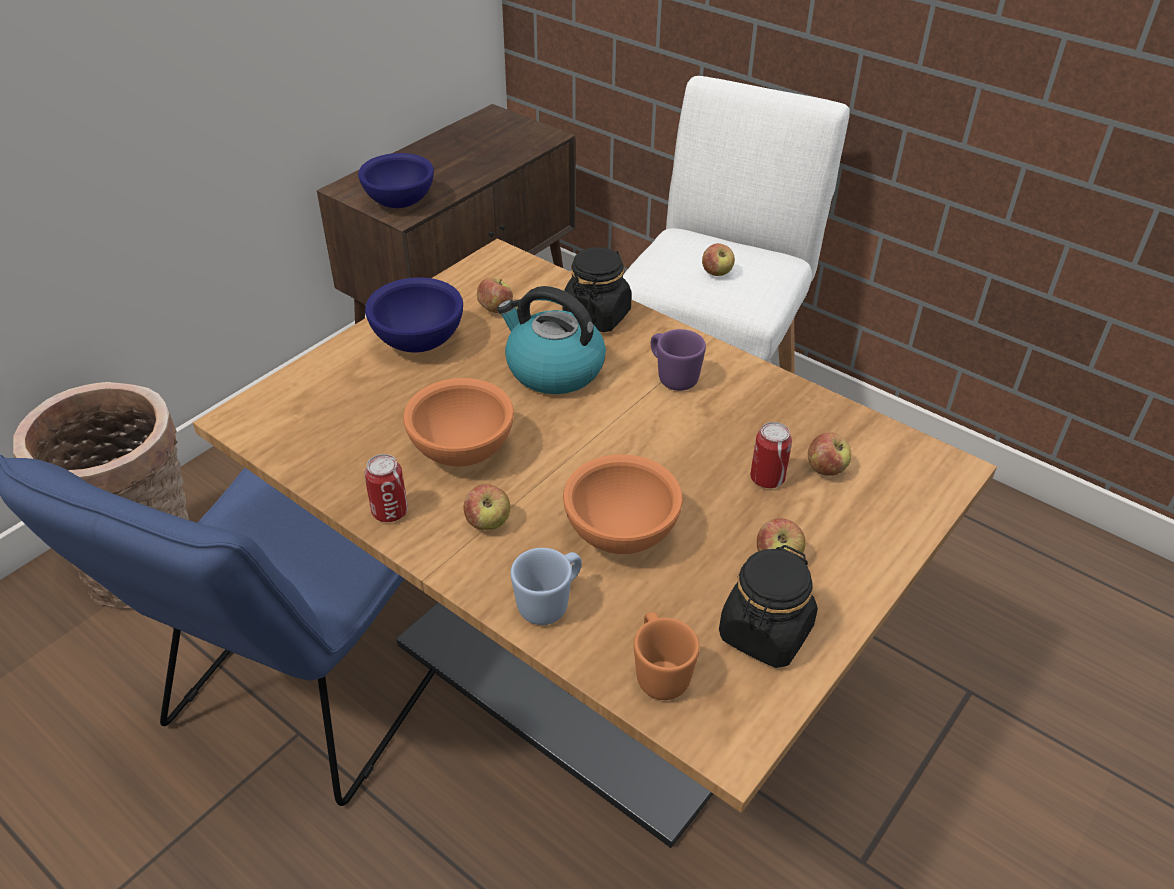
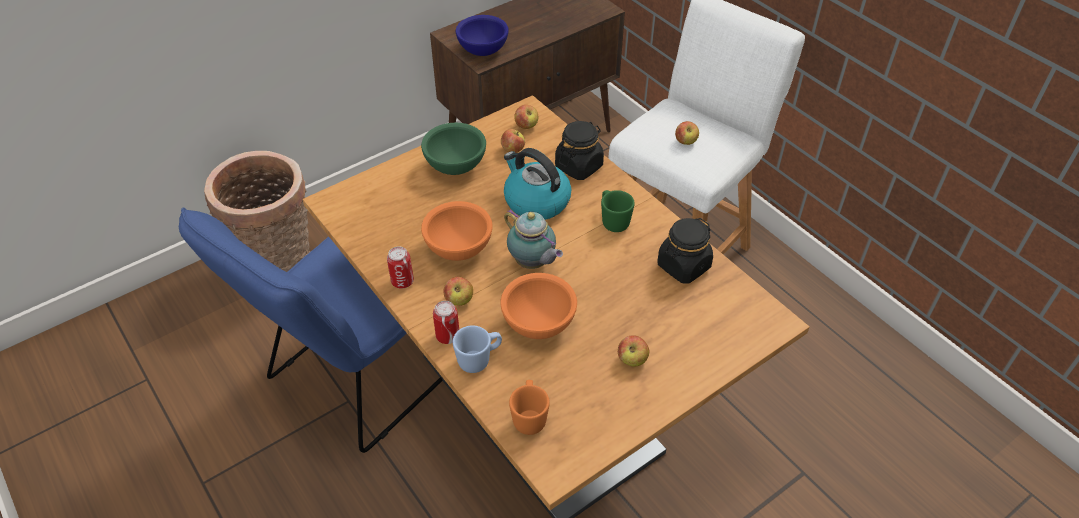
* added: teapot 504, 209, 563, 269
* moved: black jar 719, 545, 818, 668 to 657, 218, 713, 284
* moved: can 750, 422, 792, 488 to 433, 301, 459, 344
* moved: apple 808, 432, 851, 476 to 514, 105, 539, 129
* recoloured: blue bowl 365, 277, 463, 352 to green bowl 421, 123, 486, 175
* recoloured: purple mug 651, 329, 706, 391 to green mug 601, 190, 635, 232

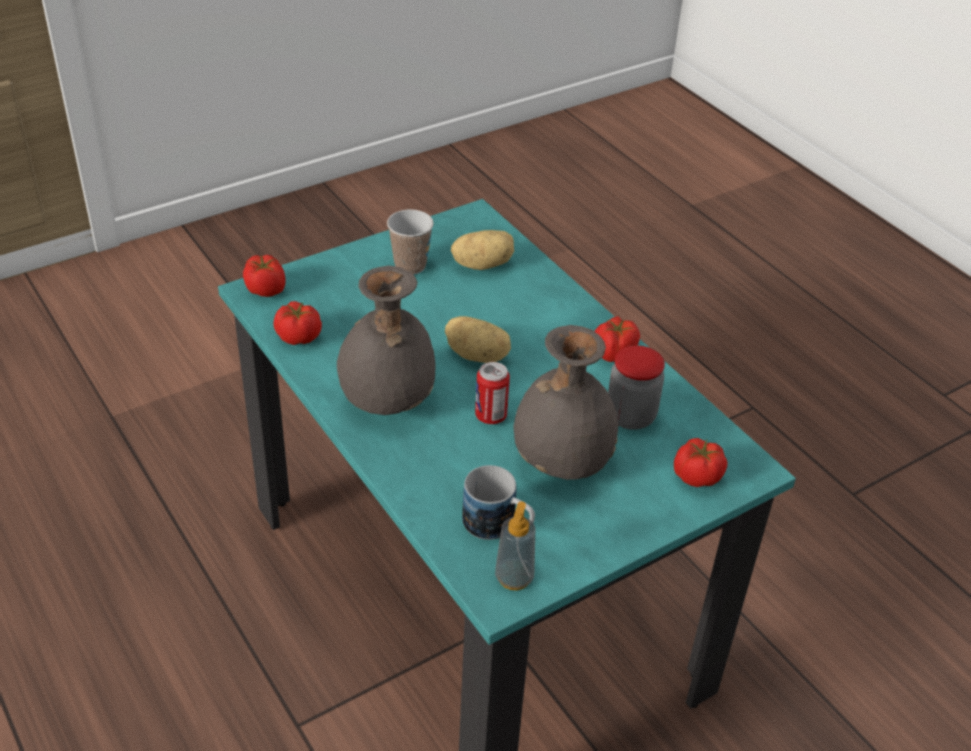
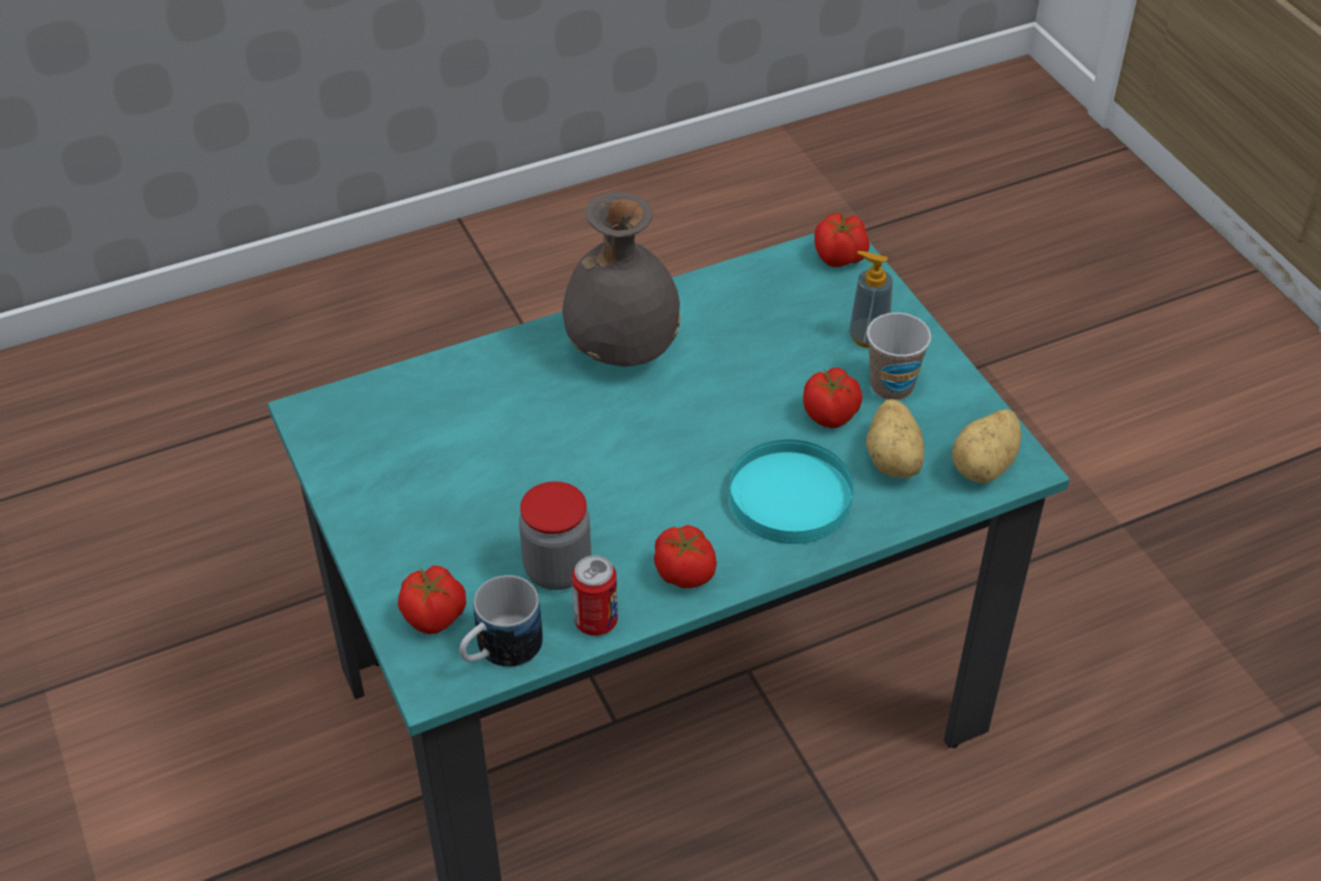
* removed: grey vase 513, 325, 618, 480
* added: turquoise plate 729, 439, 853, 544
* moved: tomato 274, 301, 322, 345 to 803, 367, 863, 429
* moved: potato 445, 316, 511, 363 to 951, 409, 1022, 483
* moved: mug 462, 465, 535, 540 to 459, 575, 543, 667
* moved: can 475, 362, 510, 424 to 572, 555, 618, 636
* moved: soap dispenser 495, 501, 536, 590 to 849, 251, 893, 348

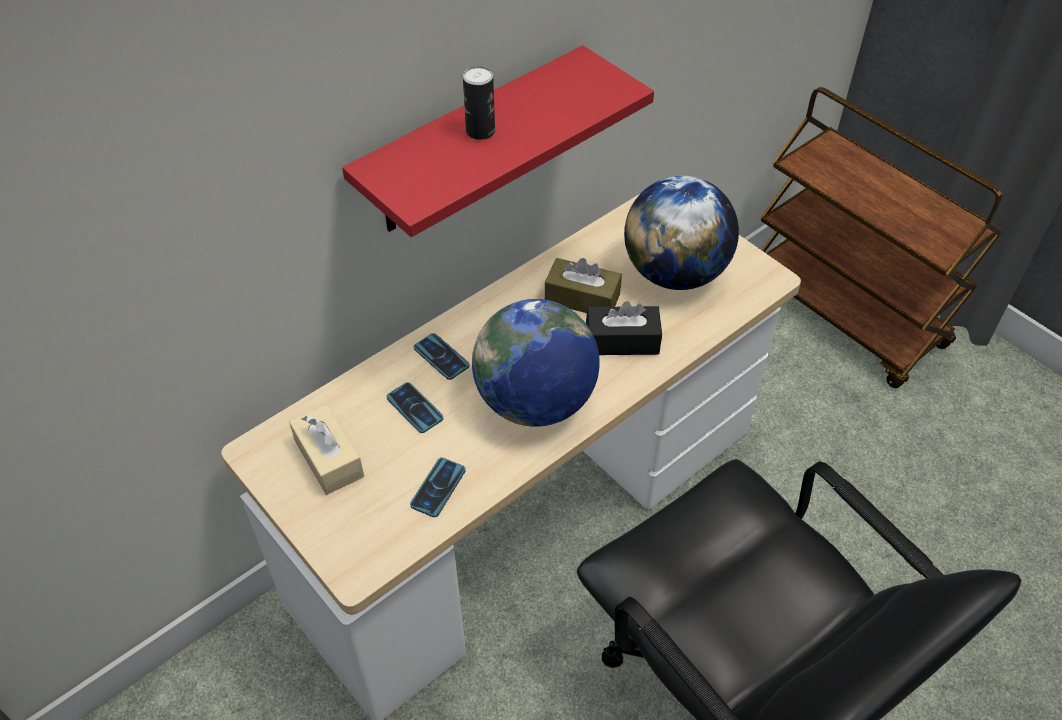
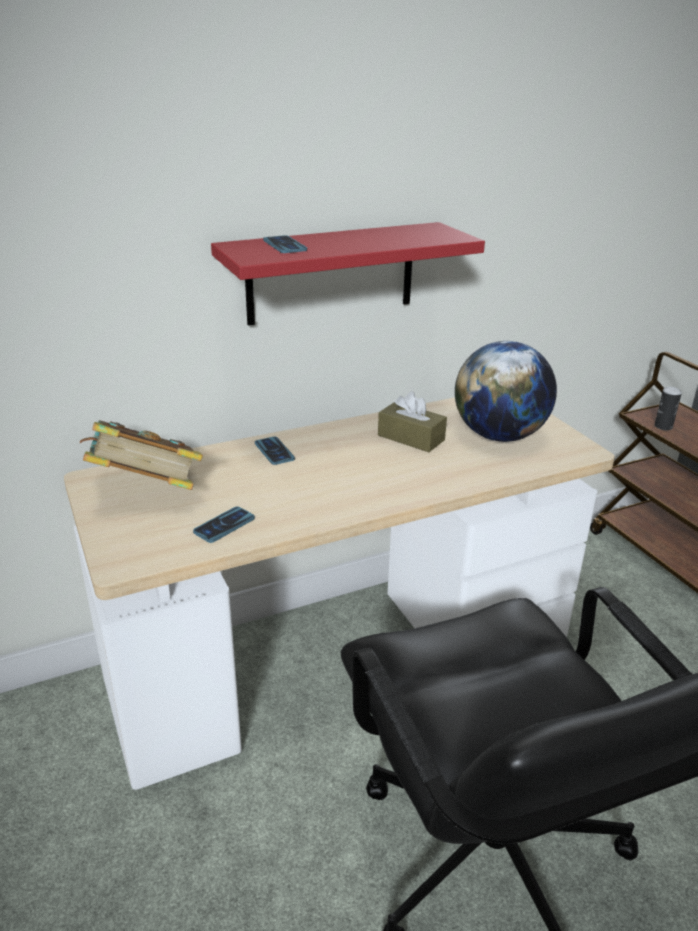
* removed: globe 472, 299, 600, 427
* removed: black tissue box 586, 301, 662, 355
* moved: phone 386, 382, 443, 433 to 263, 235, 307, 253
* moved: can 463, 66, 495, 140 to 654, 387, 682, 430
* replaced: beige tissue box 289, 404, 364, 495 to book 80, 420, 203, 490

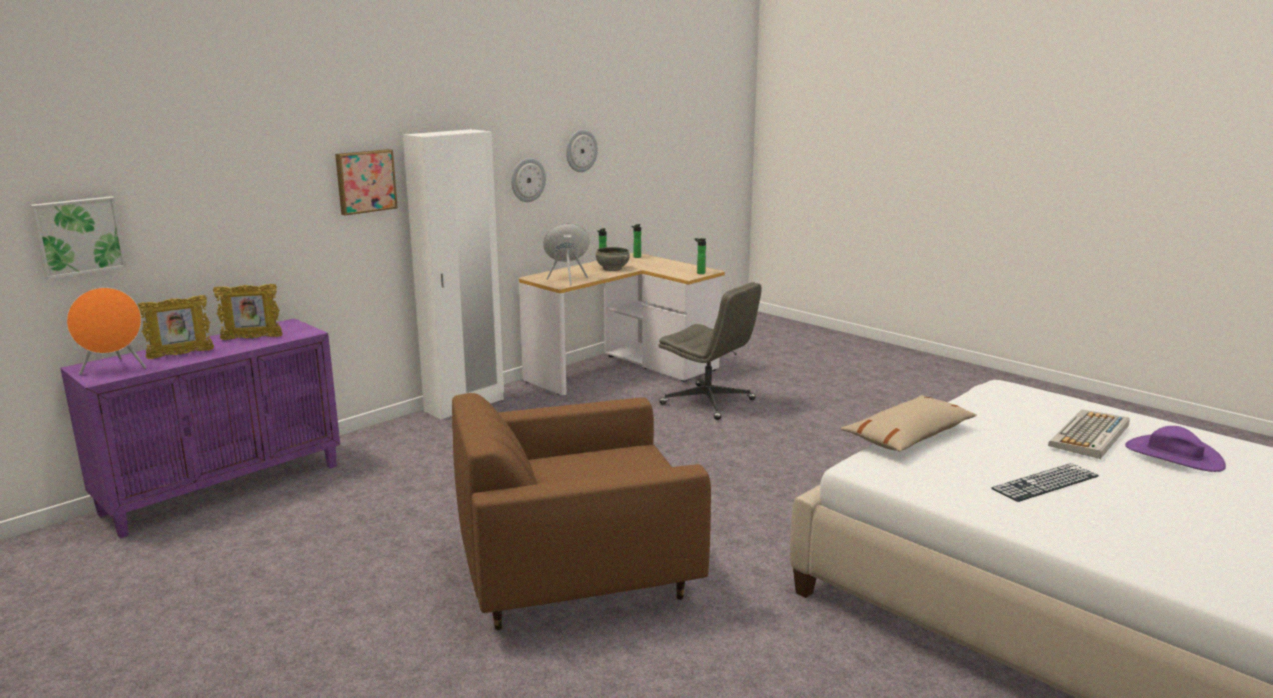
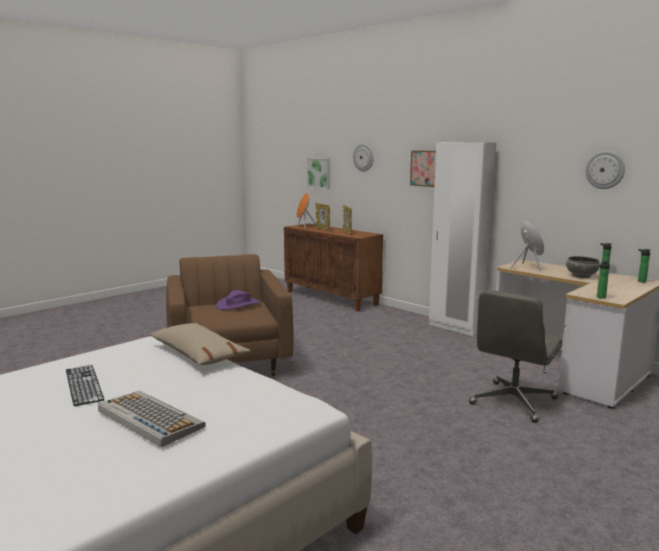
* moved: wall clock 511, 158, 546, 202 to 353, 144, 374, 172
* moved: purple hat 1125, 426, 1226, 472 to 216, 290, 261, 310
* recoloured: purple cabinet 60, 318, 340, 539 to brown cabinet 284, 224, 383, 311

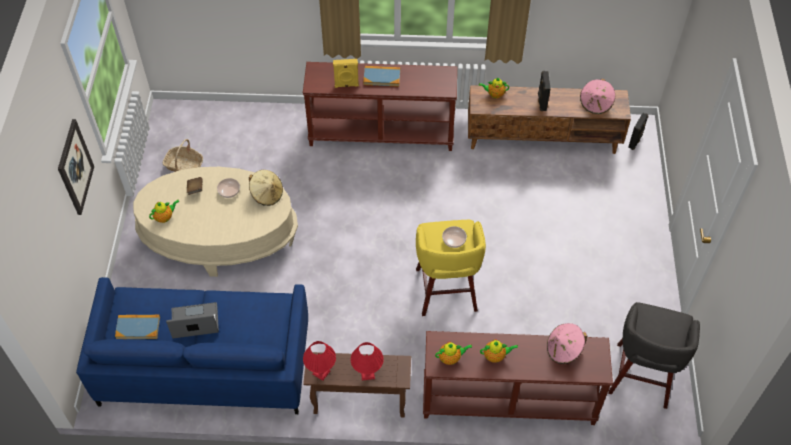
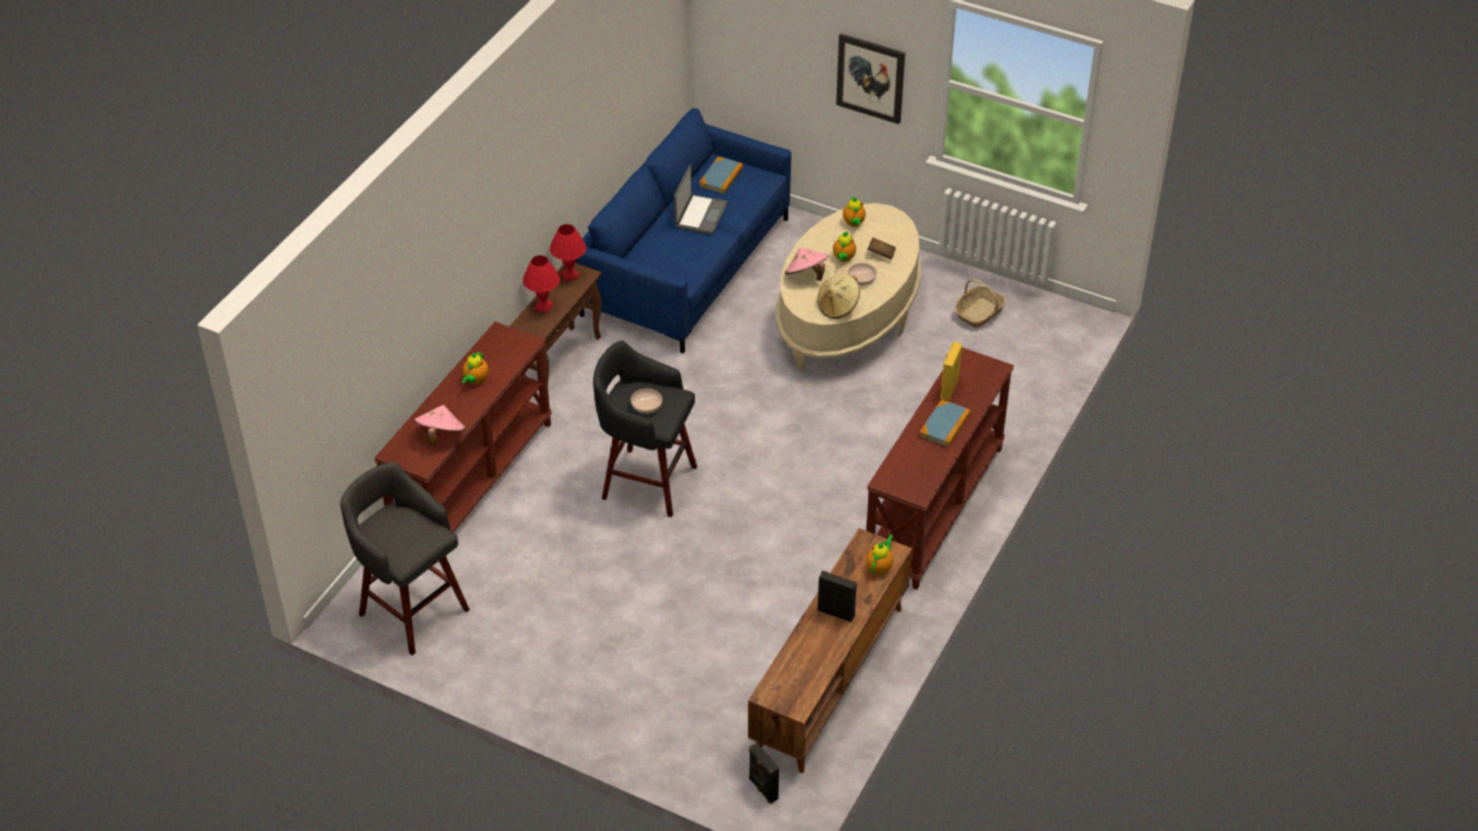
* moved: teapot 435, 341, 472, 365 to 833, 232, 856, 262
* moved: pink hat 580, 79, 615, 114 to 785, 248, 828, 281
* recoloured: yellow stool 416, 220, 486, 316 to black stool 593, 341, 697, 517

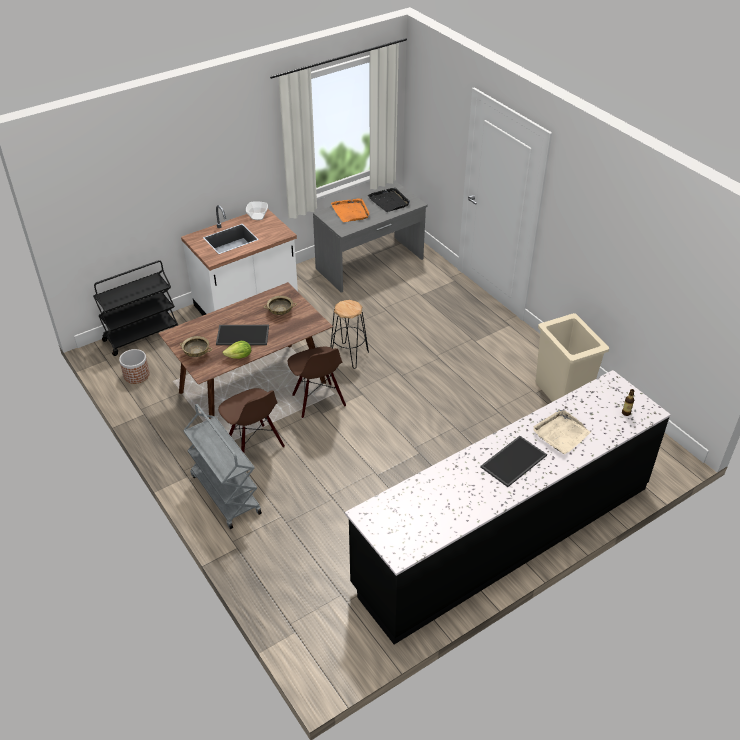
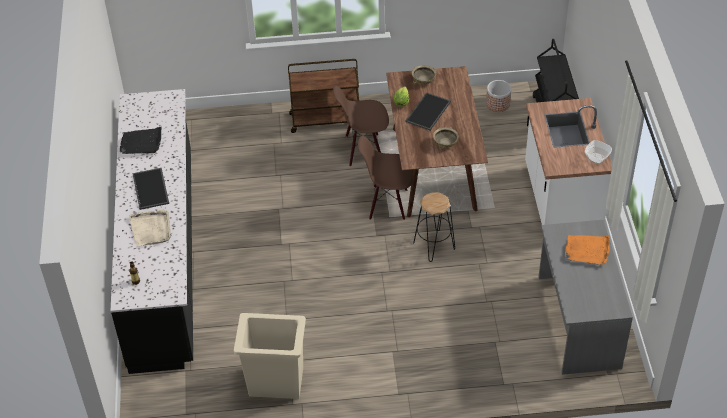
* moved: black tray 368, 188, 410, 212 to 120, 127, 161, 154
* recoloured: grey cart 183, 404, 262, 529 to brown cart 288, 59, 359, 133

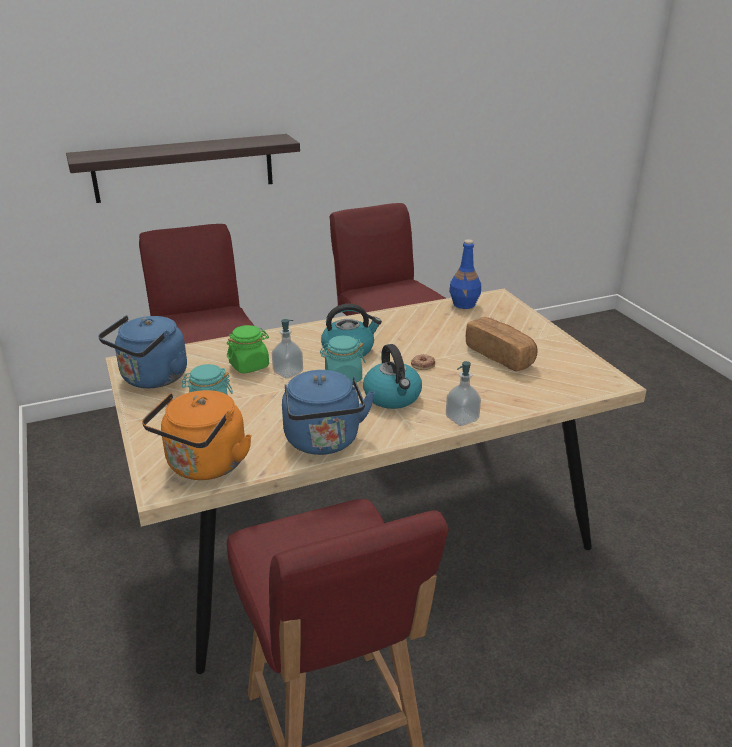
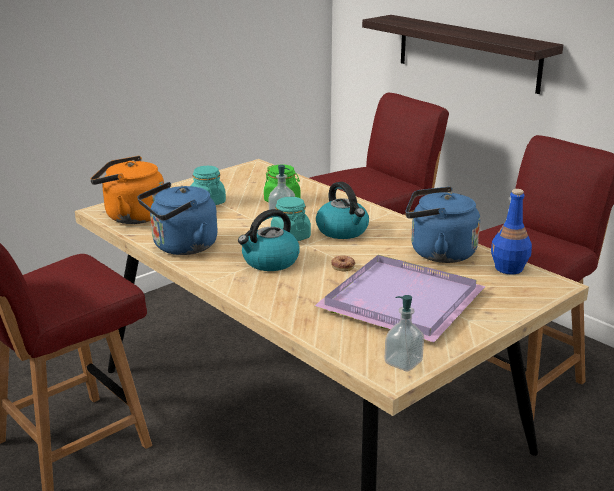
* moved: blue kettle 98, 315, 187, 388 to 405, 187, 480, 263
* moved: soap dispenser 446, 361, 481, 426 to 385, 295, 424, 371
* replaced: bread 466, 317, 538, 371 to purple tray 314, 255, 486, 342

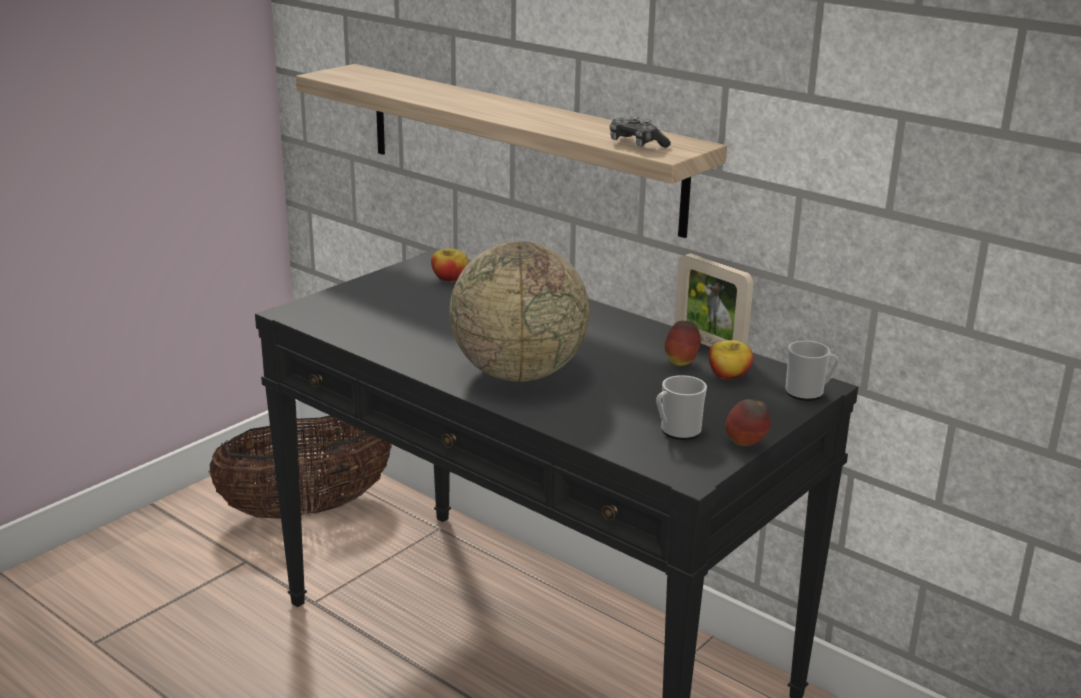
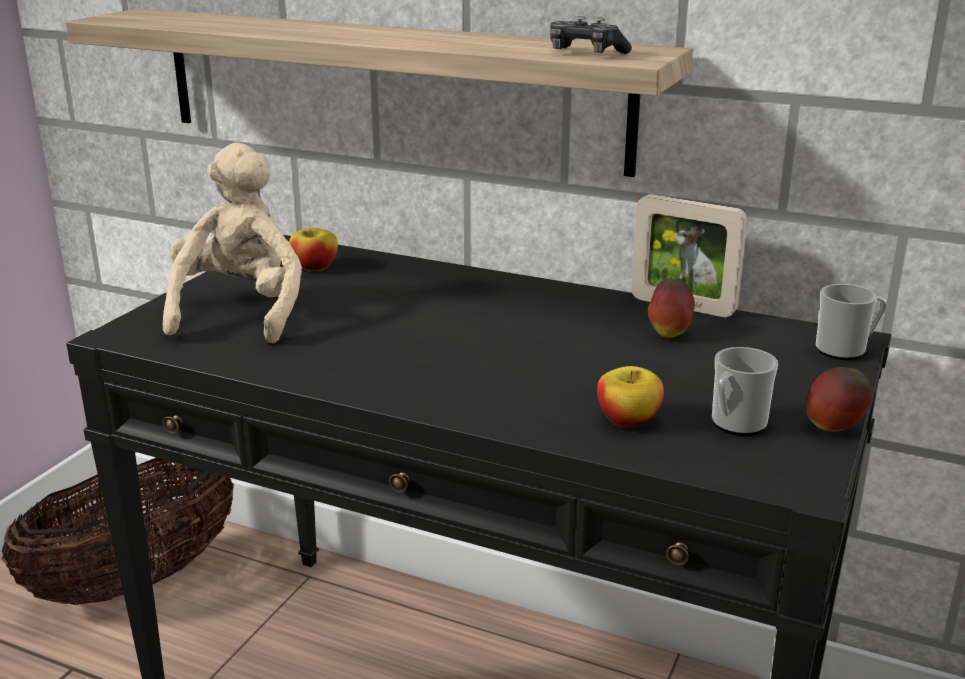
* removed: globe 450, 241, 589, 382
* added: beige plush toy 163, 143, 302, 343
* moved: apple 709, 340, 753, 380 to 597, 366, 664, 428

